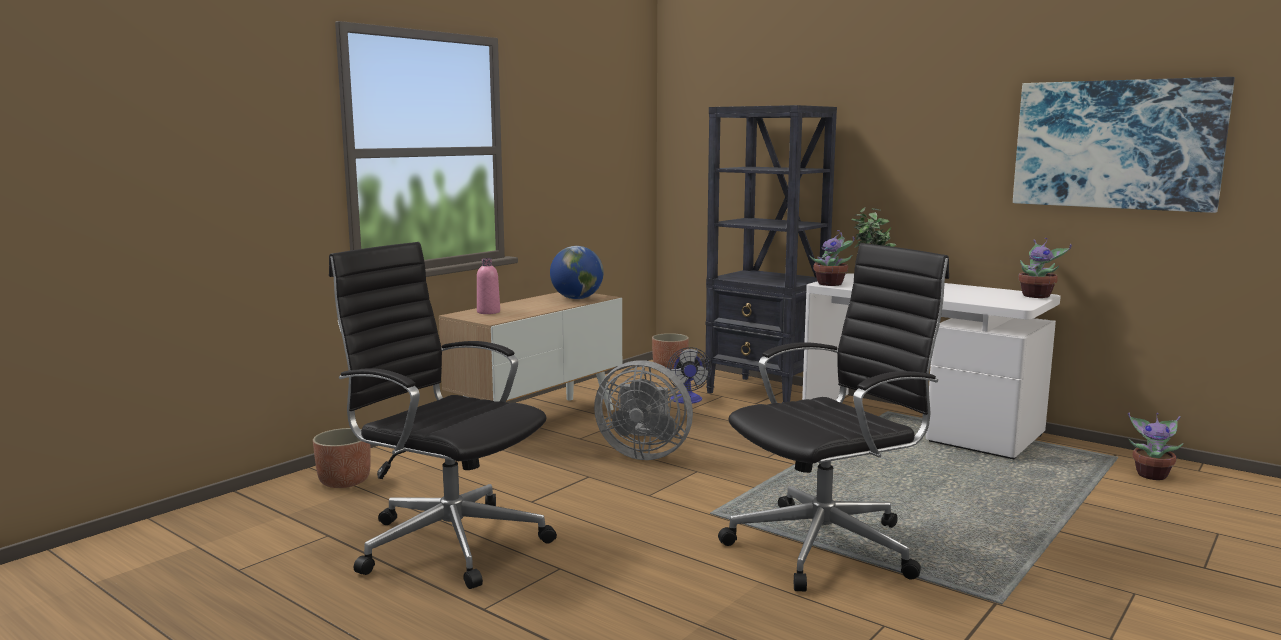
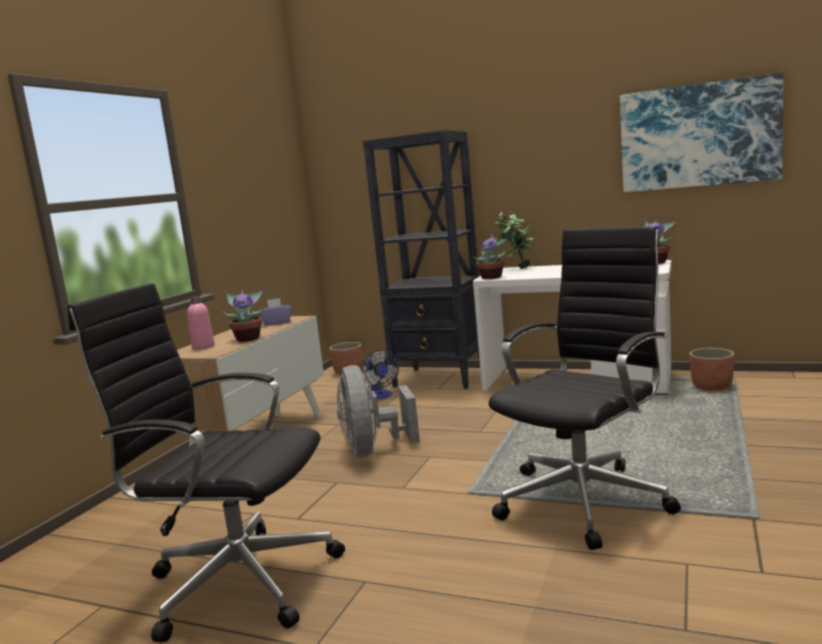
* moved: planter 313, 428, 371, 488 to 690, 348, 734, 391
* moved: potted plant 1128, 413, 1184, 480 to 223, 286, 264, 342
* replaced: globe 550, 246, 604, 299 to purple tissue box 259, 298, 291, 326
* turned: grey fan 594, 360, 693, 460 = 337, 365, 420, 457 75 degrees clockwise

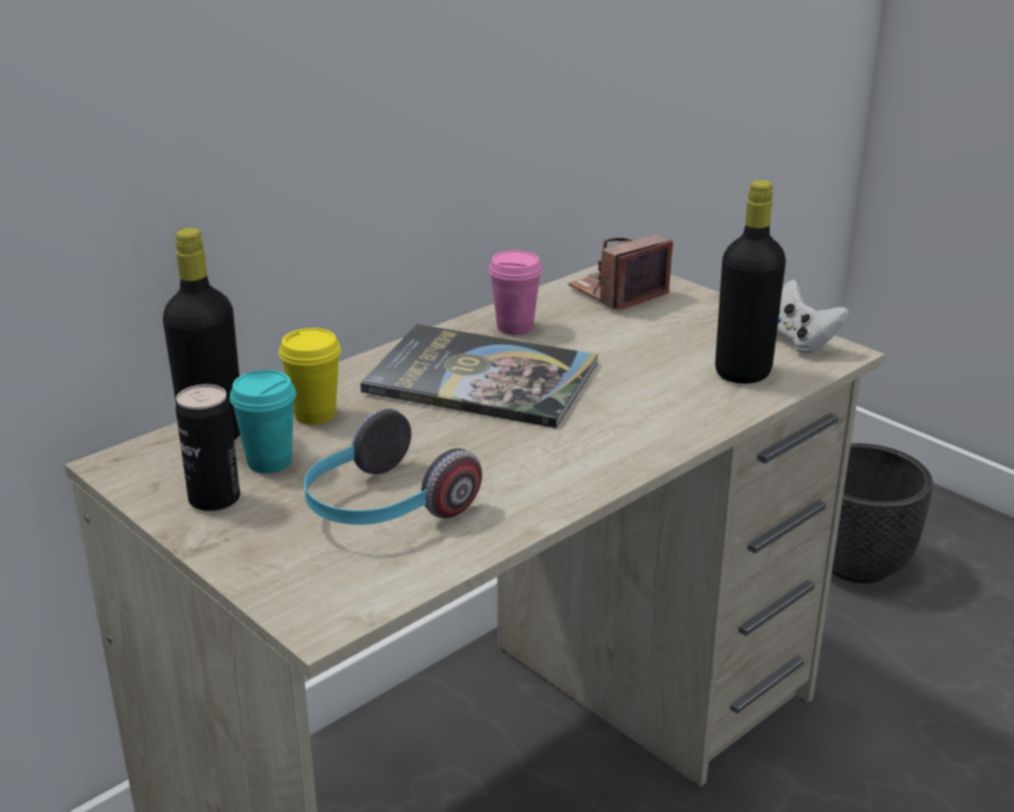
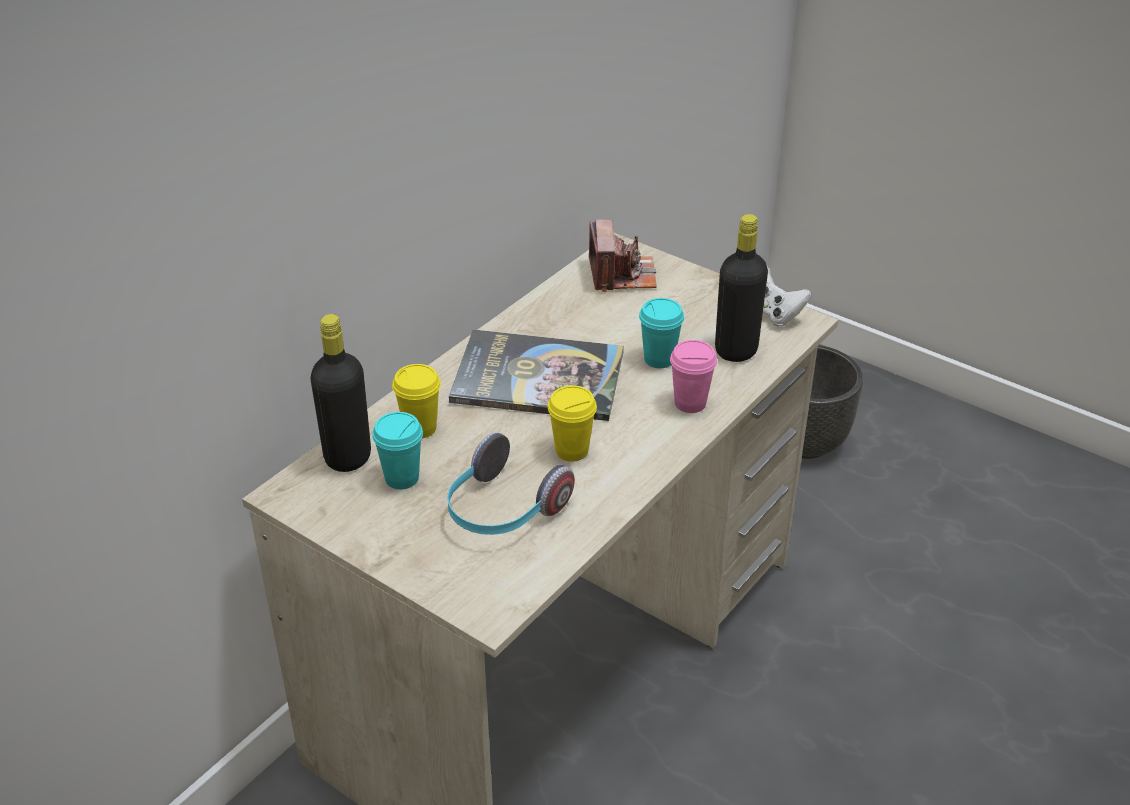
* removed: can 175, 384, 240, 512
* added: yellow cup 548, 385, 597, 462
* added: turquoise cup 639, 298, 684, 368
* moved: pink cup 489, 250, 542, 335 to 670, 340, 717, 413
* turned: photo camera 568, 234, 673, 310 = 589, 220, 657, 292 135 degrees clockwise

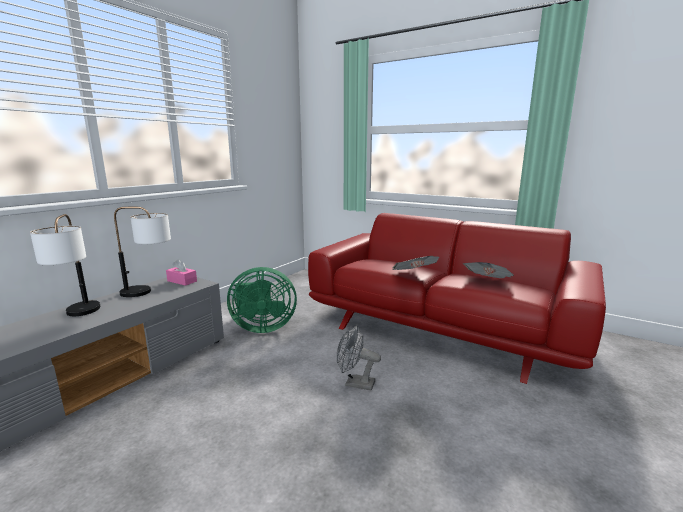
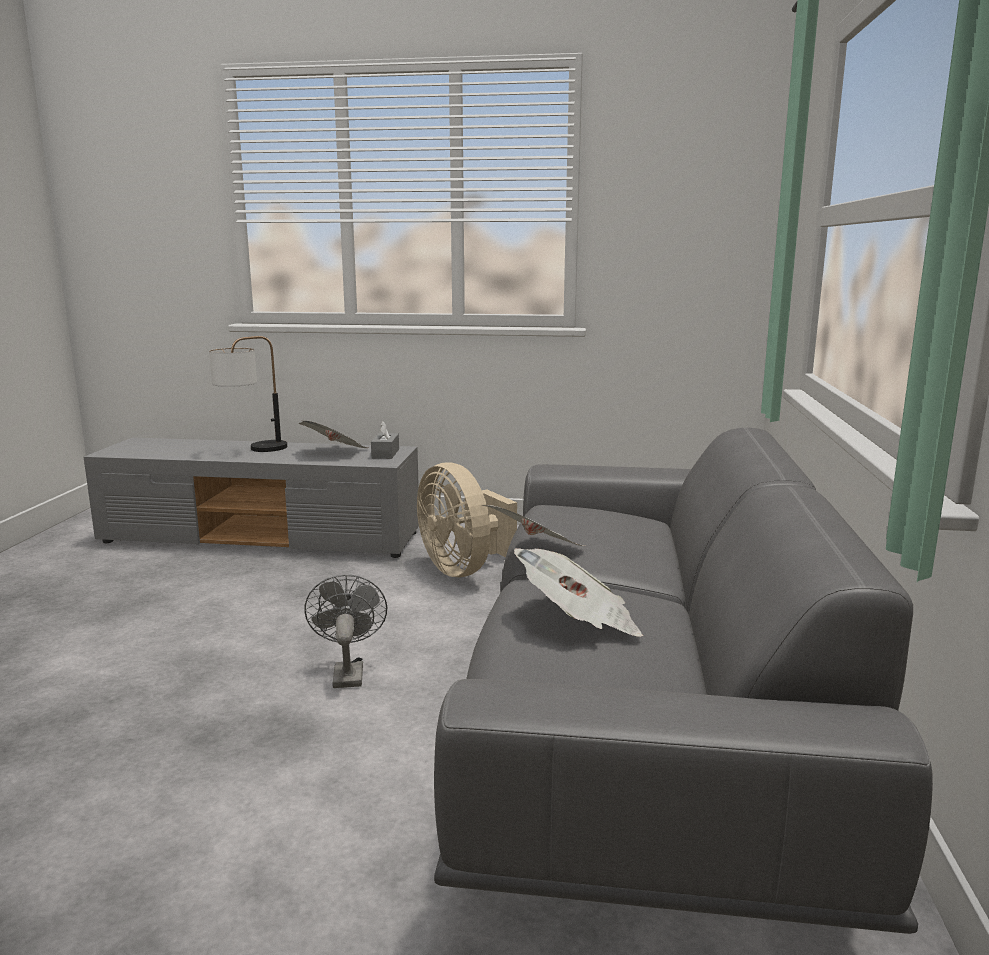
* replaced: table lamp 114, 207, 171, 297 to newspaper 299, 421, 368, 448
* recoloured: pink tissue box 166, 259, 197, 286 to grey tissue box 371, 421, 399, 459
* recoloured: green fan 227, 267, 297, 333 to beige fan 417, 462, 517, 577
* recoloured: red sofa 308, 213, 606, 384 to grey sofa 434, 428, 933, 934

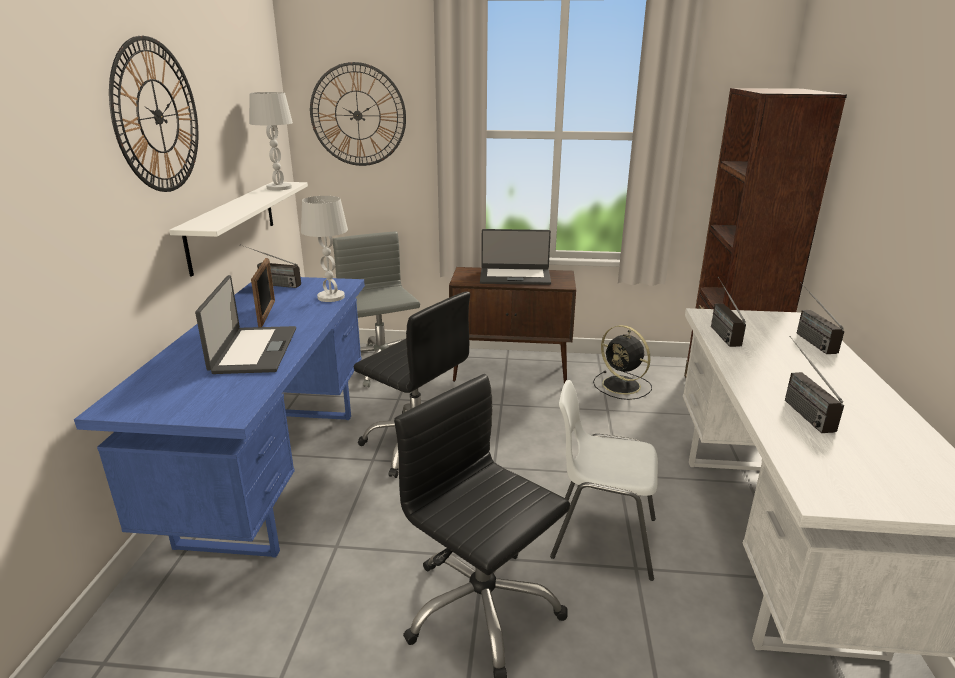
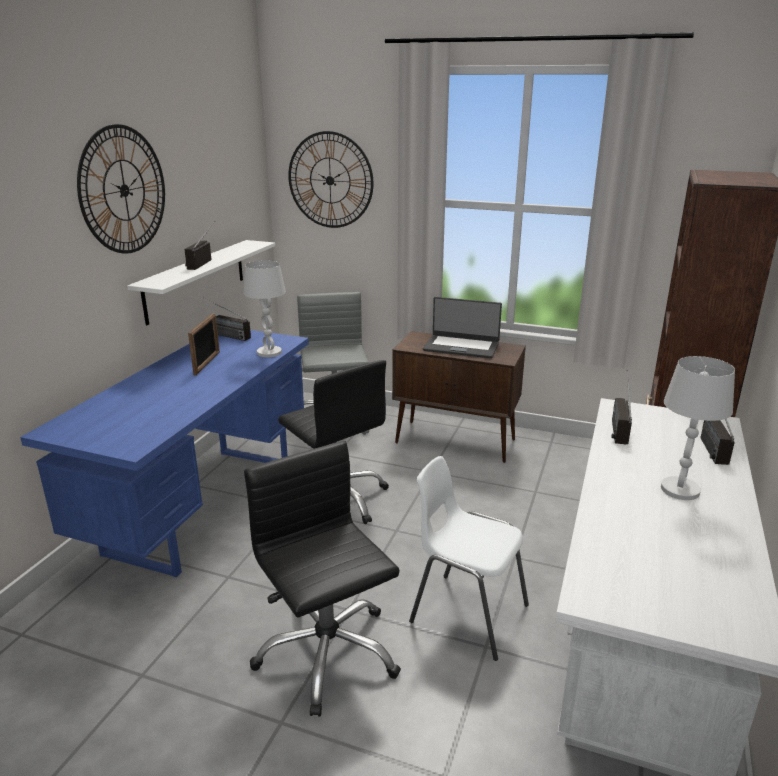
* removed: laptop 195, 275, 296, 374
* removed: black fan 593, 325, 652, 400
* moved: white table lamp 249, 92, 293, 191 to 661, 356, 735, 500
* moved: radio 785, 336, 844, 433 to 184, 221, 215, 270

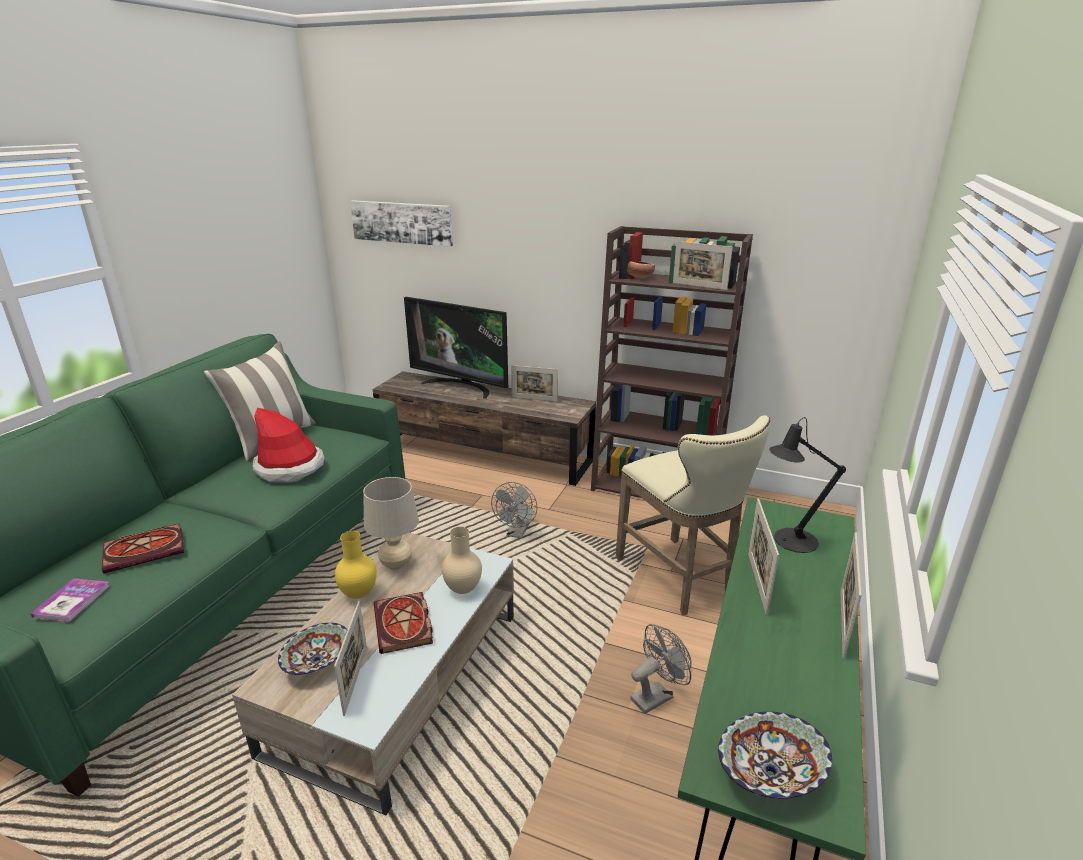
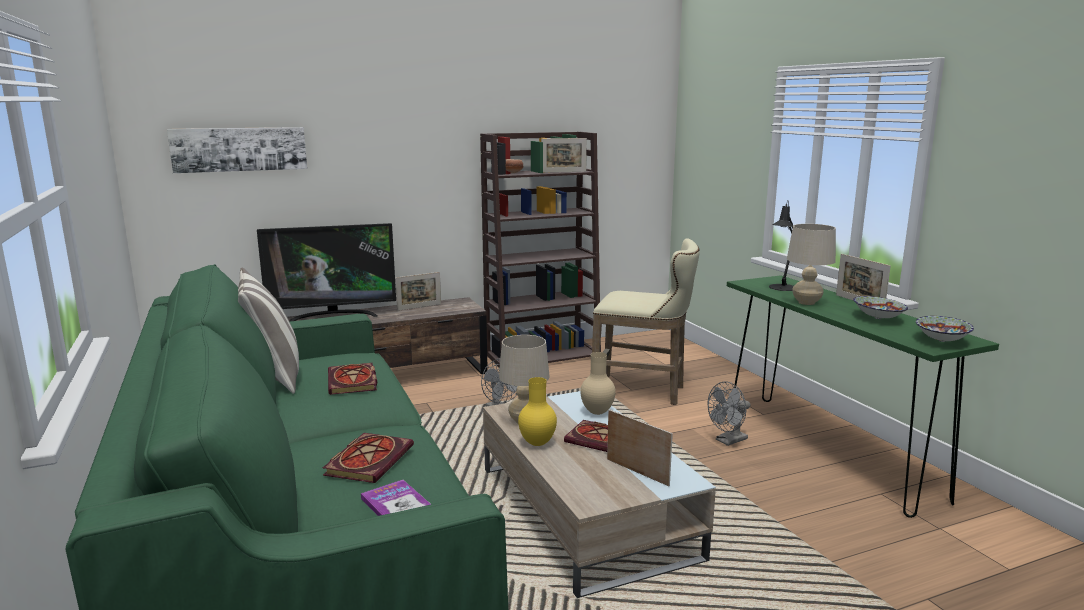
* moved: bowl 278, 623, 347, 675 to 853, 296, 908, 319
* replaced: hat 253, 408, 325, 483 to book 328, 363, 377, 395
* replaced: picture frame 748, 498, 779, 615 to beige table lamp 787, 224, 836, 305
* turned: grey fan 630, 624, 692, 714 = 708, 381, 751, 446 135 degrees counterclockwise

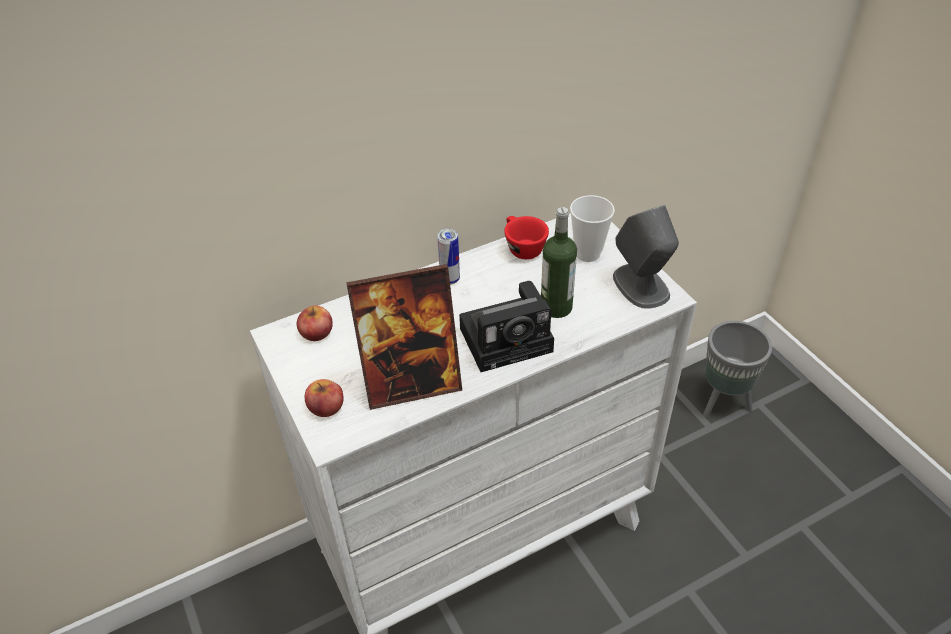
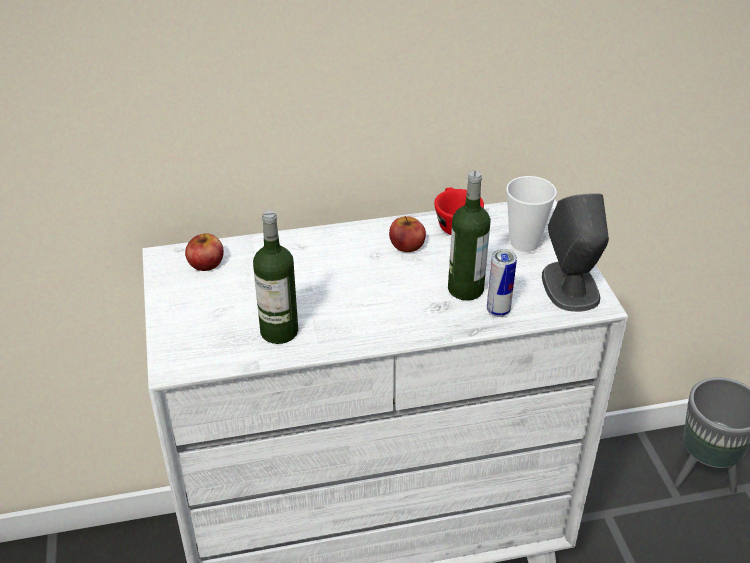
* removed: photo camera 459, 281, 554, 372
* moved: apple 305, 379, 344, 417 to 389, 216, 426, 252
* moved: can 437, 228, 460, 285 to 487, 249, 517, 317
* replaced: picture frame 346, 264, 462, 410 to bottle 253, 210, 298, 344

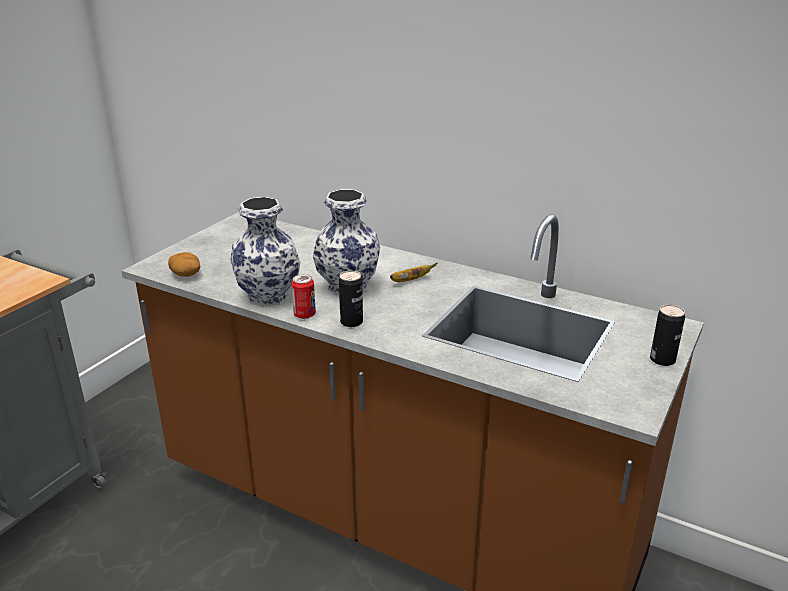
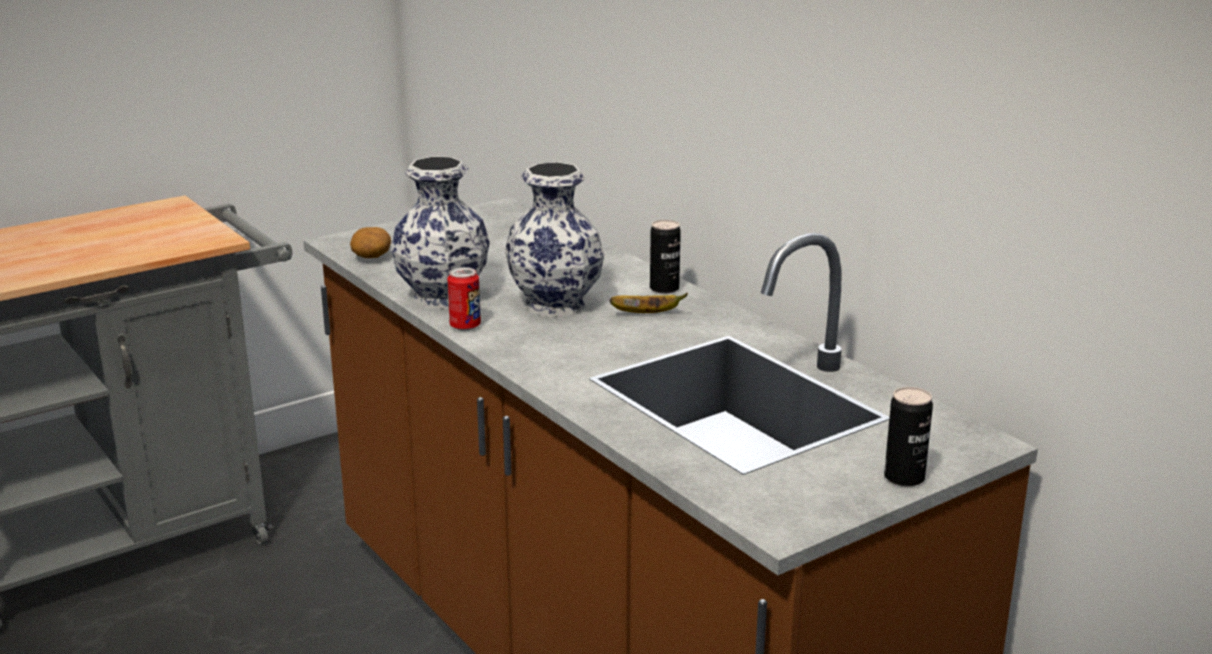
* moved: can 339, 271, 363, 327 to 650, 220, 681, 294

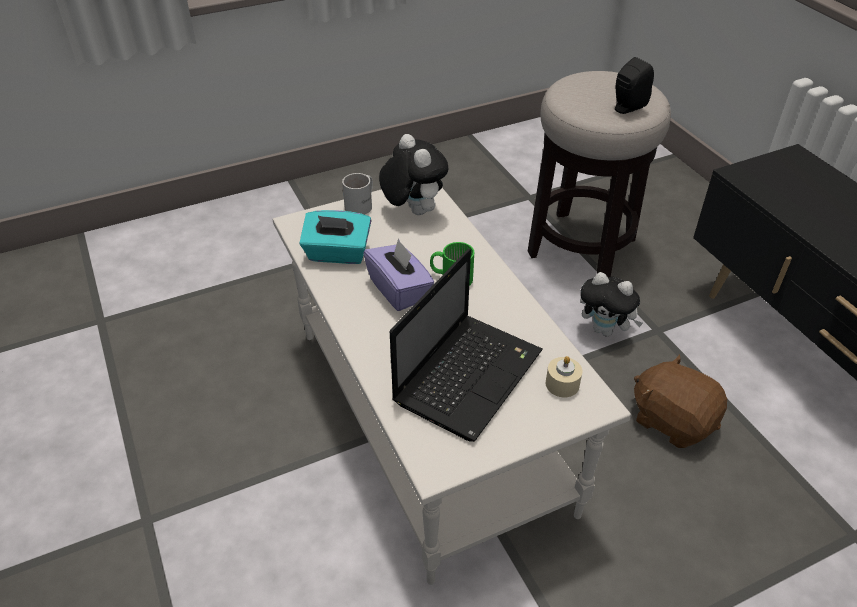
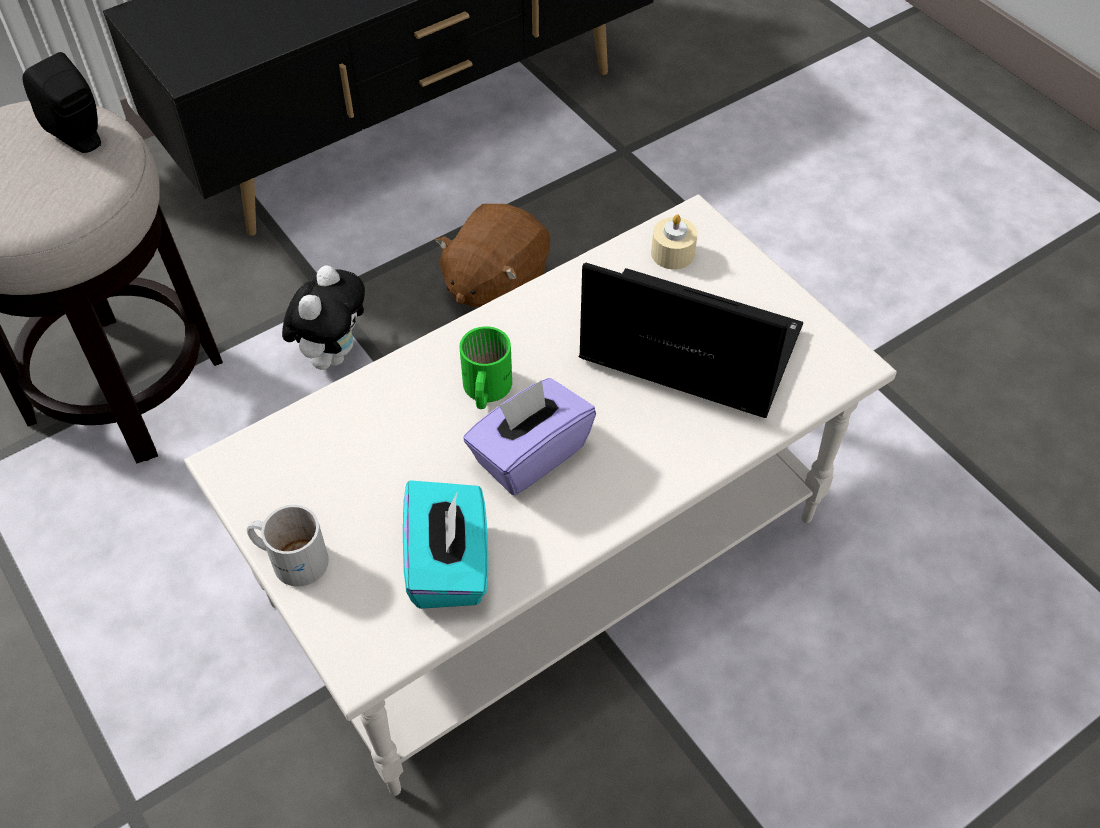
* removed: plush toy 379, 134, 448, 215

